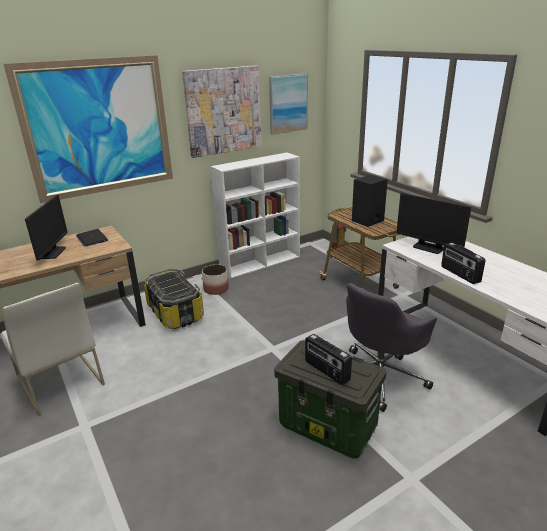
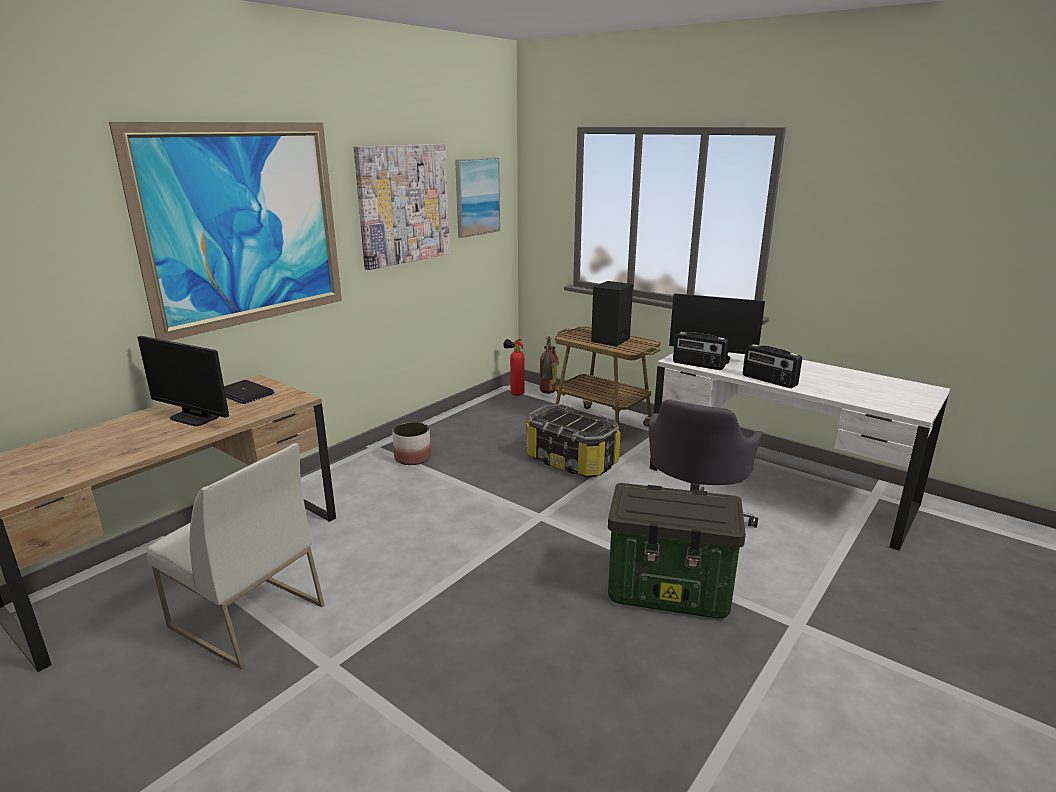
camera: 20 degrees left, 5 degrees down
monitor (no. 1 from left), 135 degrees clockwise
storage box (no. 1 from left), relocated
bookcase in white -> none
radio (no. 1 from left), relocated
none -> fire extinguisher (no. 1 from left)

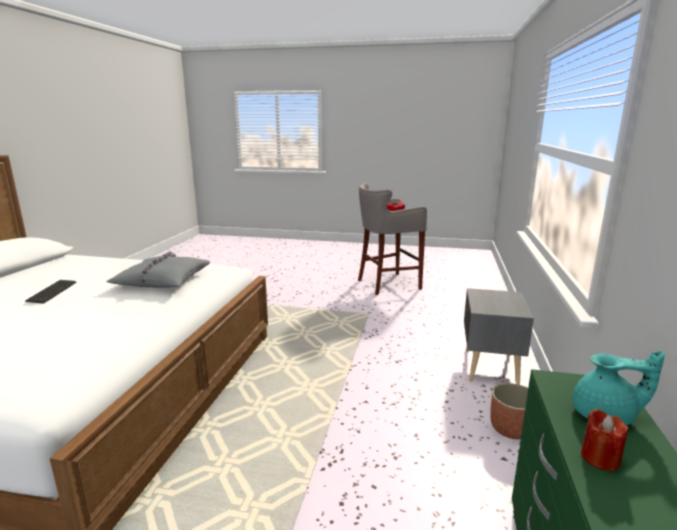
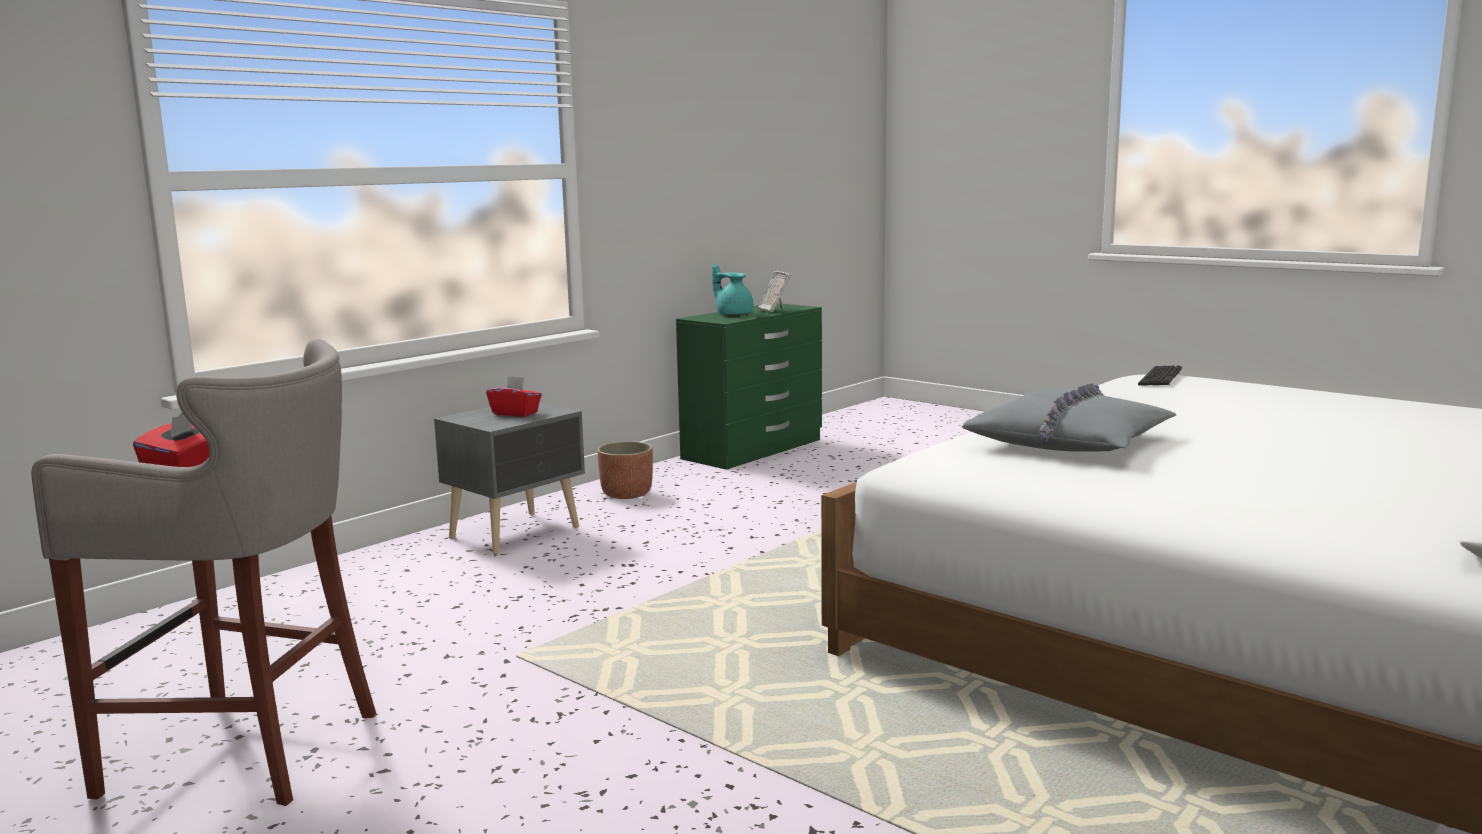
camera: 150 degrees left, 5 degrees down
keyboard, relocated
candle in red -> picture frame
none -> tissue box in red (no. 2 from left)

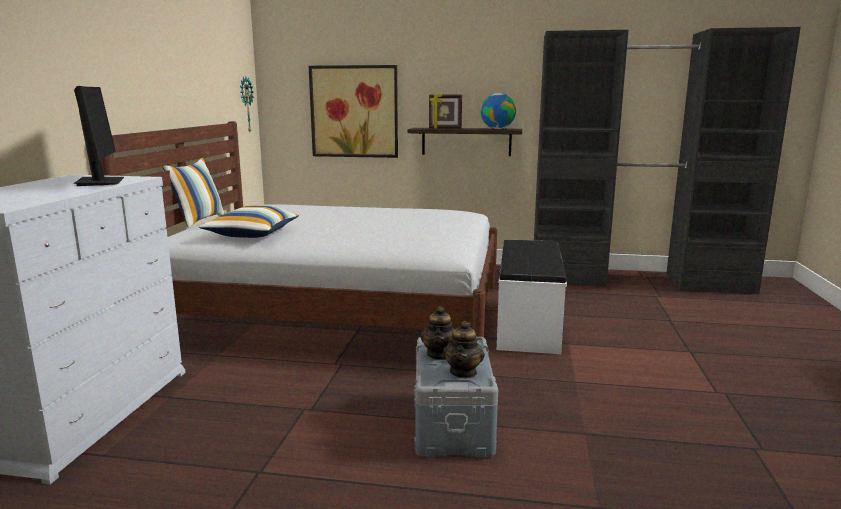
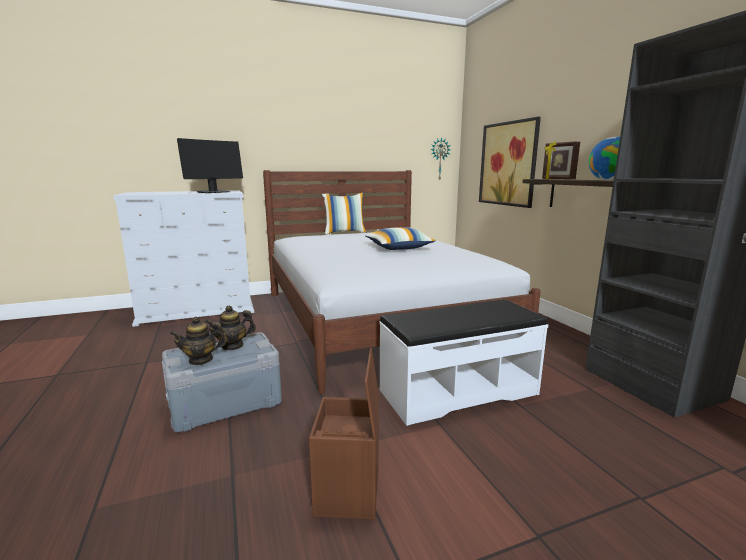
camera: 60 degrees right, 0 degrees up
pillow (no. 2 from left), relocated
none -> storage box in brown

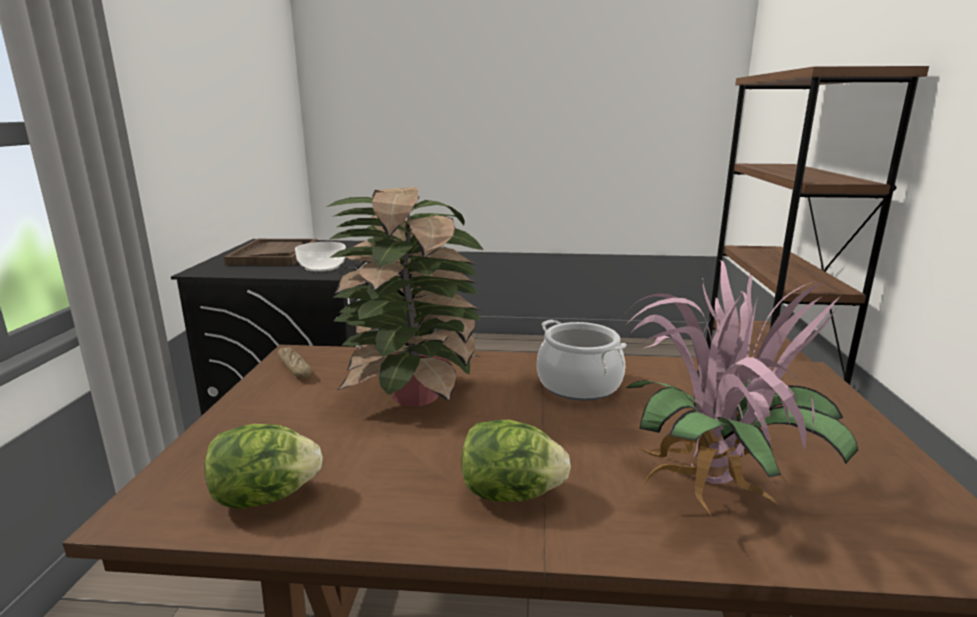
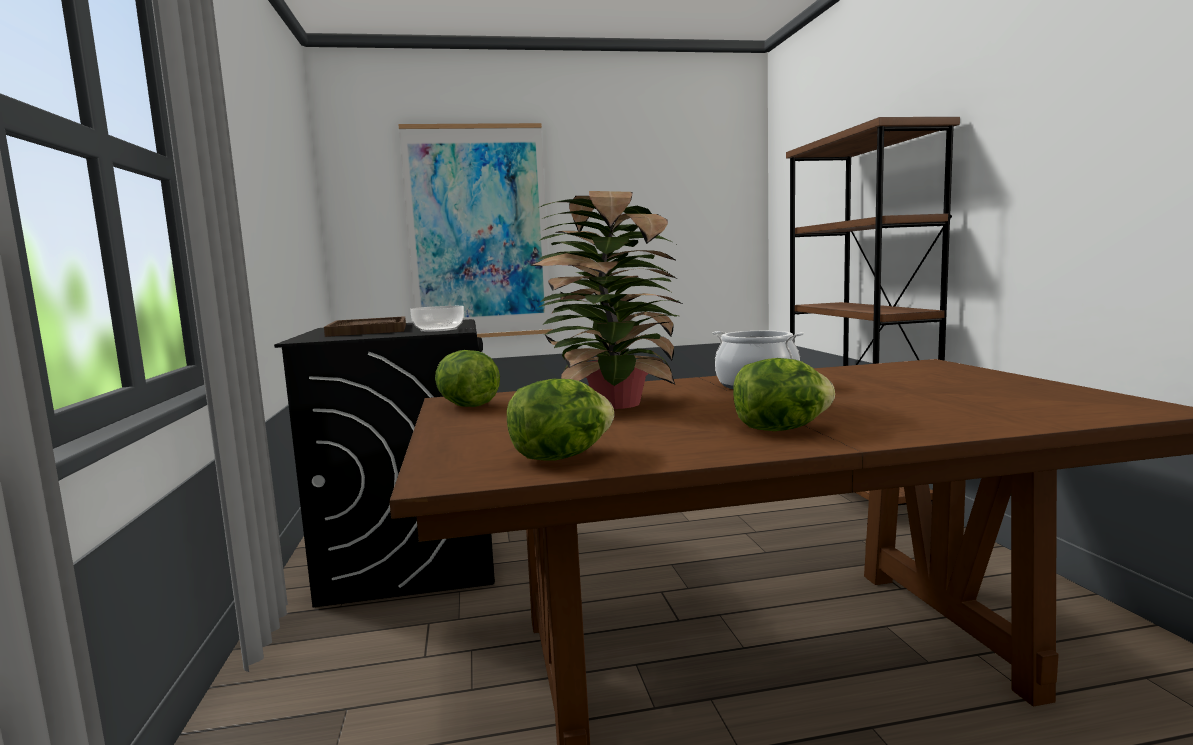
camera: 15 degrees left, 10 degrees down
bread -> lettuce (no. 1 from left)
potted plant (no. 2 from left) -> none
none -> picture

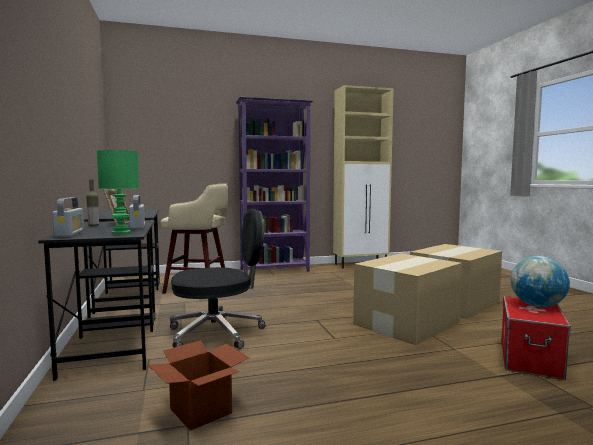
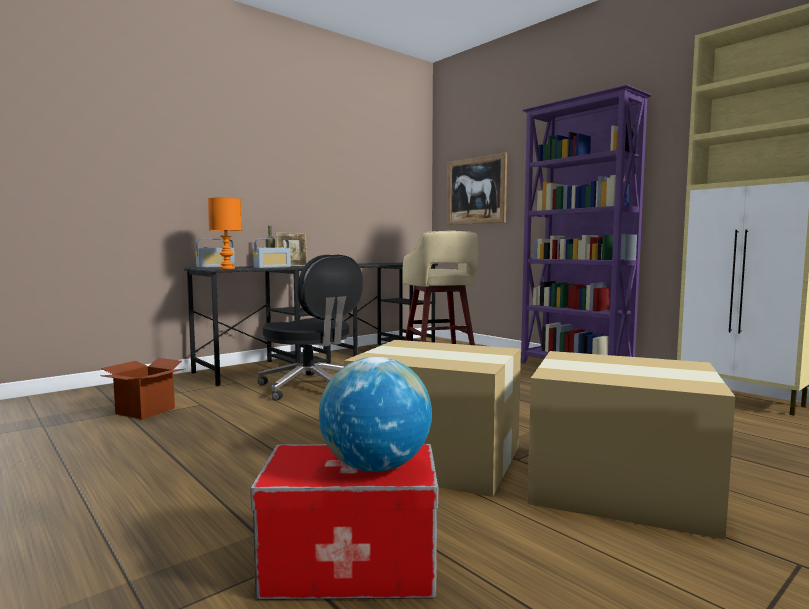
camera: 65 degrees right, 0 degrees up
table lamp in green -> table lamp in orange
none -> picture

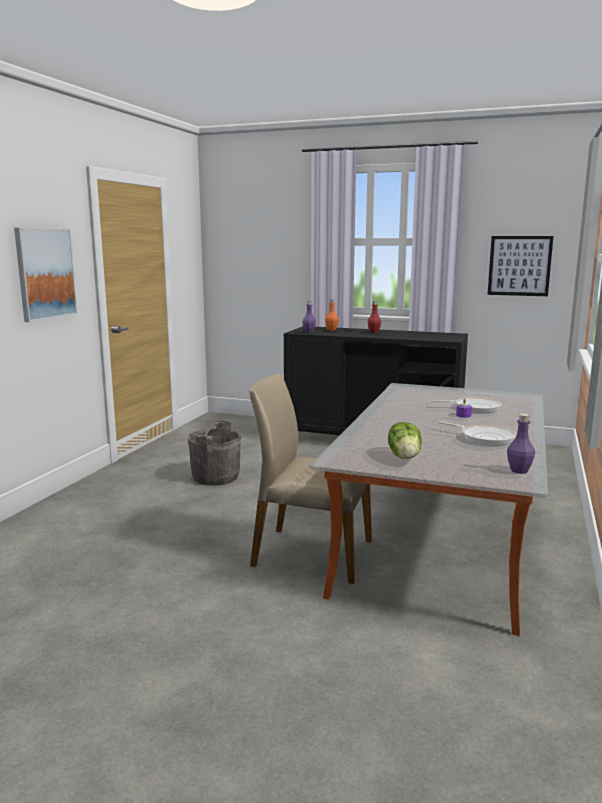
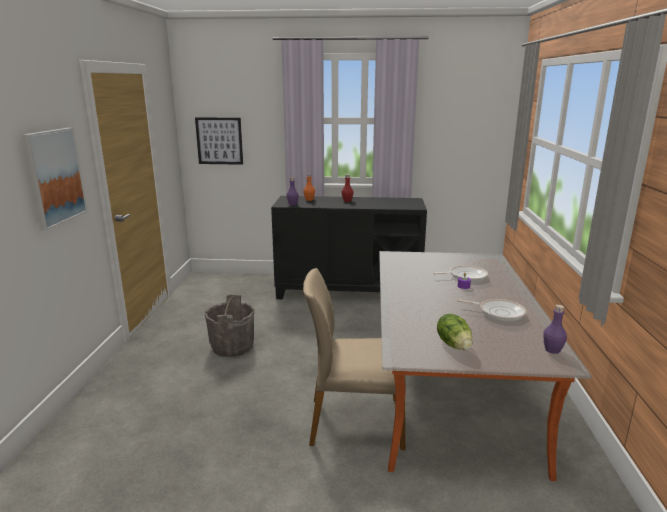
camera: 15 degrees left, 5 degrees up
picture (no. 2 from left), relocated

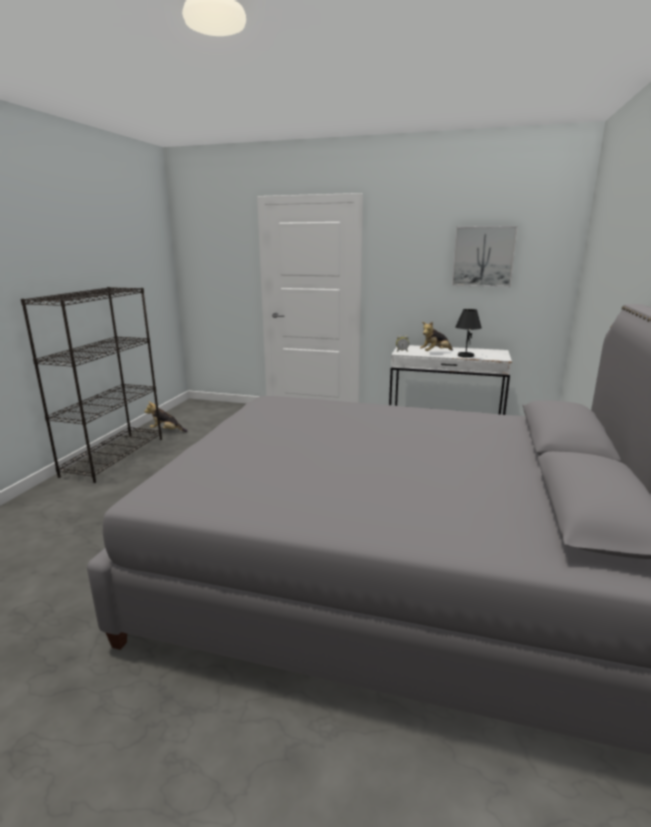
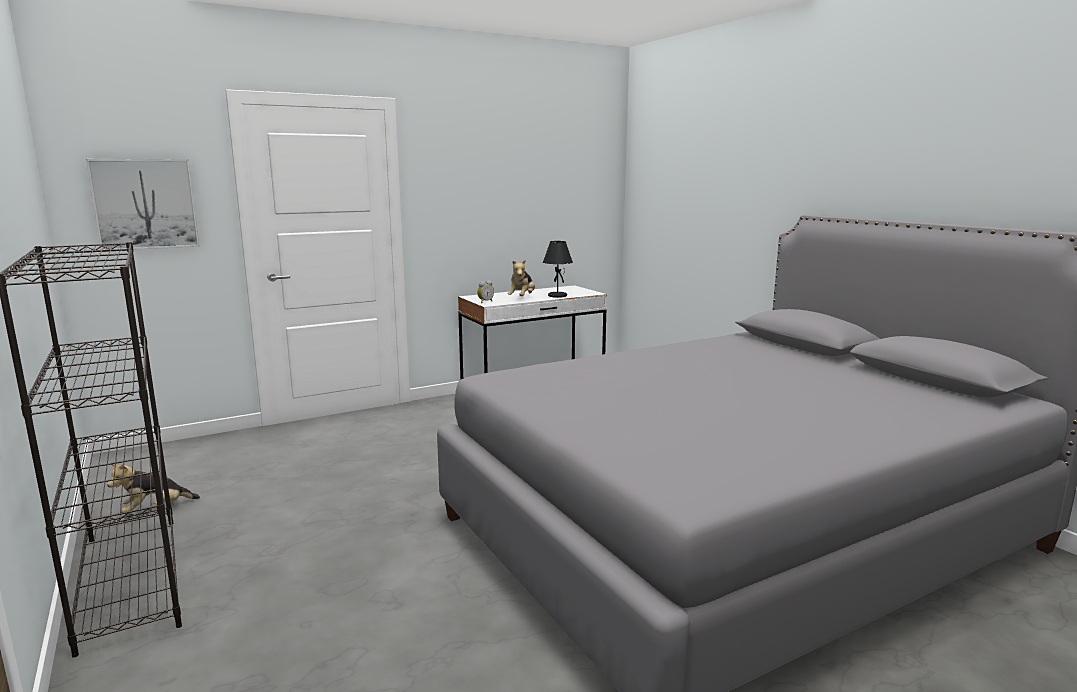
camera: 45 degrees left, 5 degrees down
picture, relocated

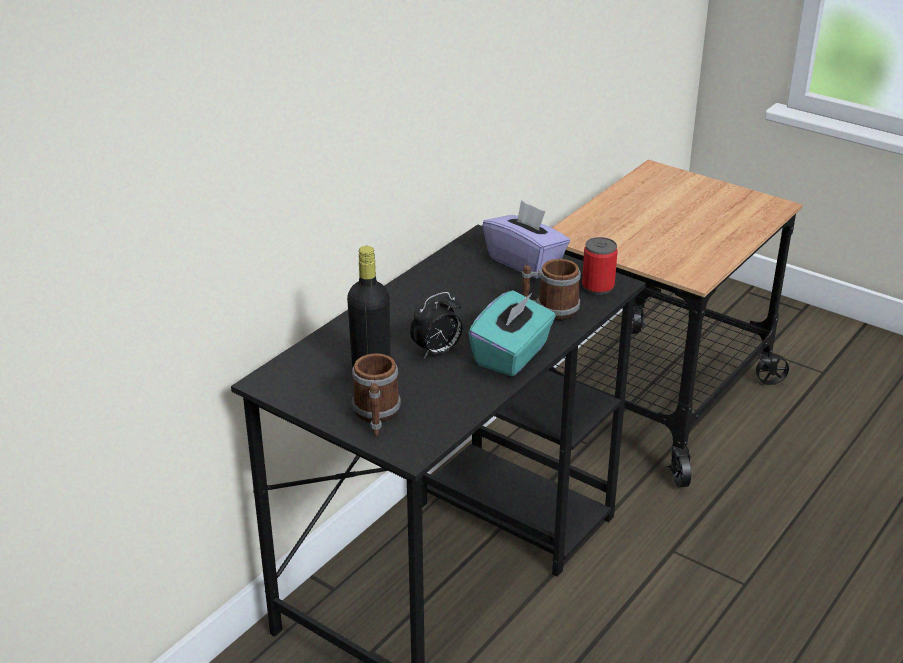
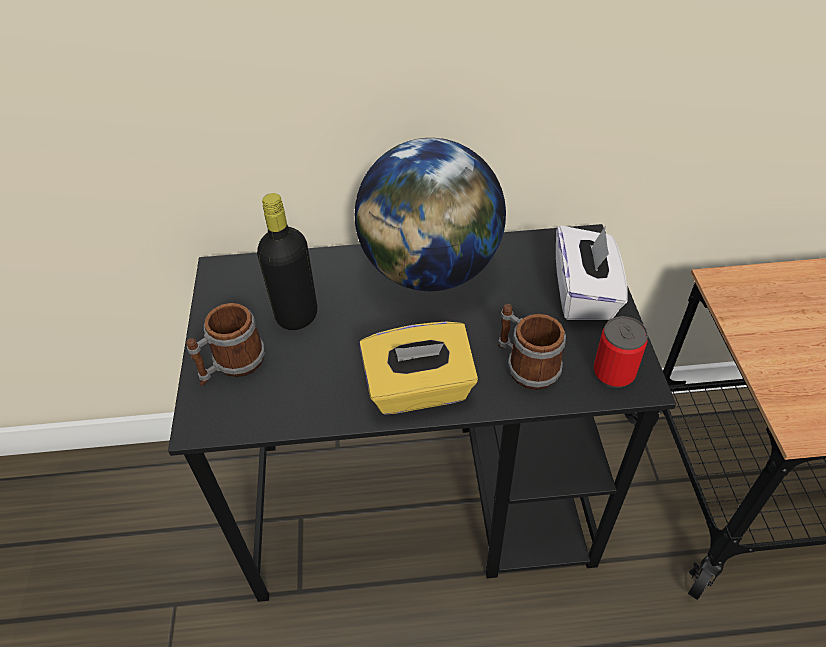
camera: 50 degrees right, 15 degrees up
alarm clock -> none
tissue box in turquoise -> tissue box in yellow
tissue box in purple -> tissue box in white
none -> globe

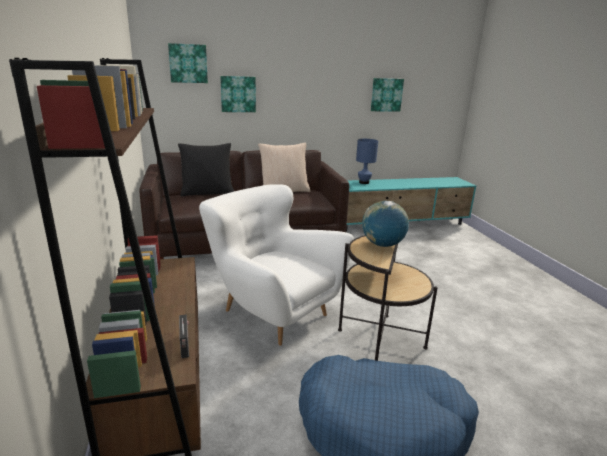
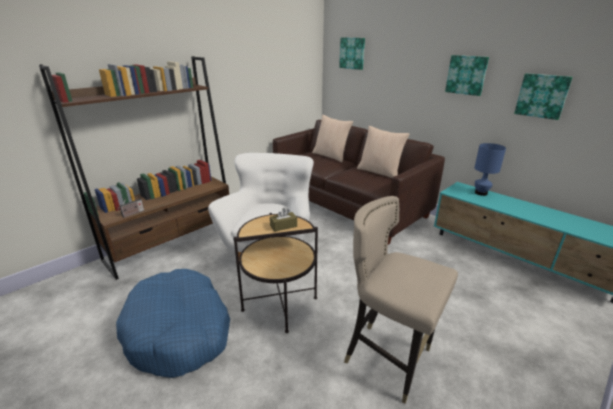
camera: 60 degrees right, 5 degrees up
pillow in black -> pillow in beige (no. 1 from left)
picture (no. 2 from left), relocated
globe -> tissue box in brown
none -> stool in beige

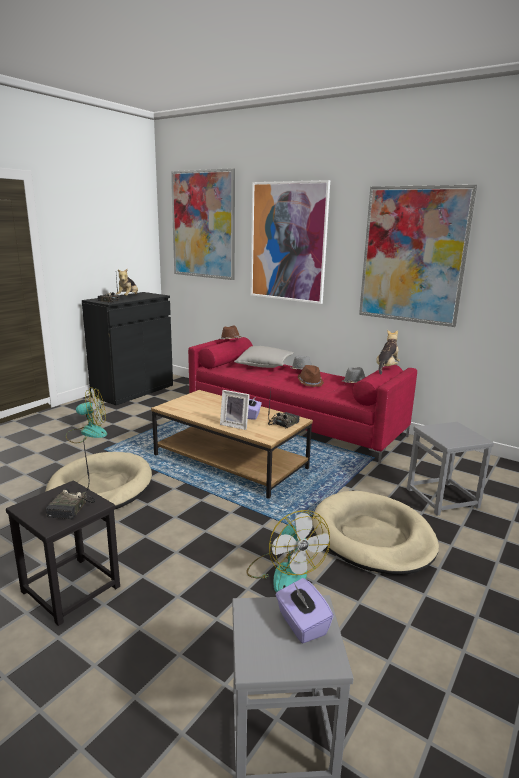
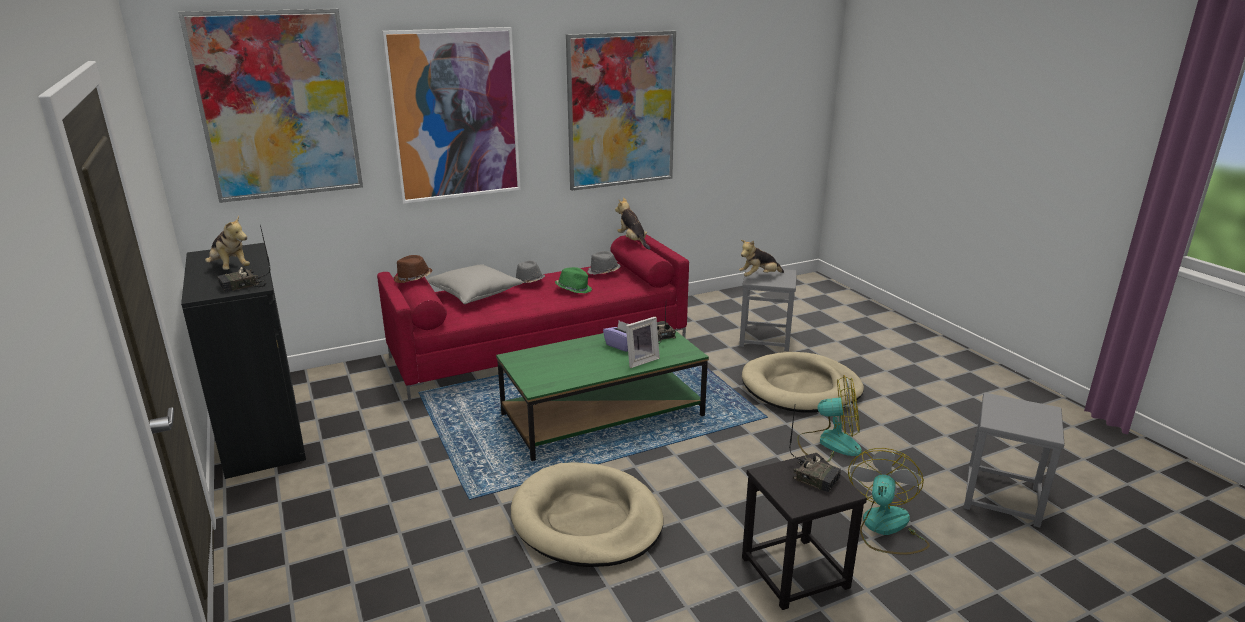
camera: 60 degrees left, 5 degrees up
fan (no. 1 from left in the first image) -> fan (no. 2 from left), relocated
coffee table in brown -> coffee table in green
tissue box in purple (no. 2 from left) -> none
hat in brown (no. 2 from left) -> hat in green
none -> plush toy (no. 3 from left)

